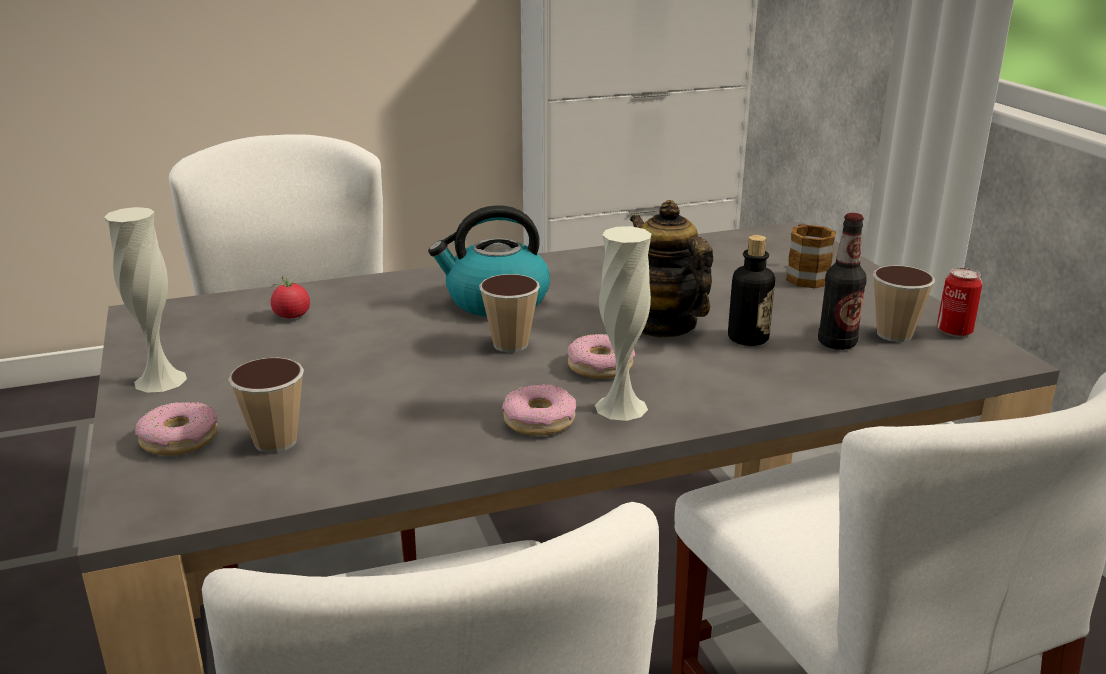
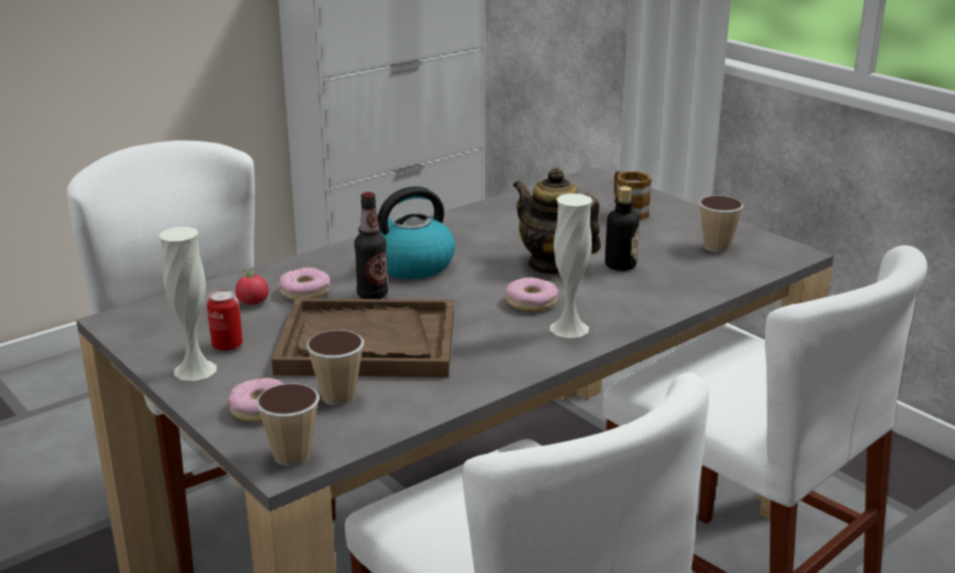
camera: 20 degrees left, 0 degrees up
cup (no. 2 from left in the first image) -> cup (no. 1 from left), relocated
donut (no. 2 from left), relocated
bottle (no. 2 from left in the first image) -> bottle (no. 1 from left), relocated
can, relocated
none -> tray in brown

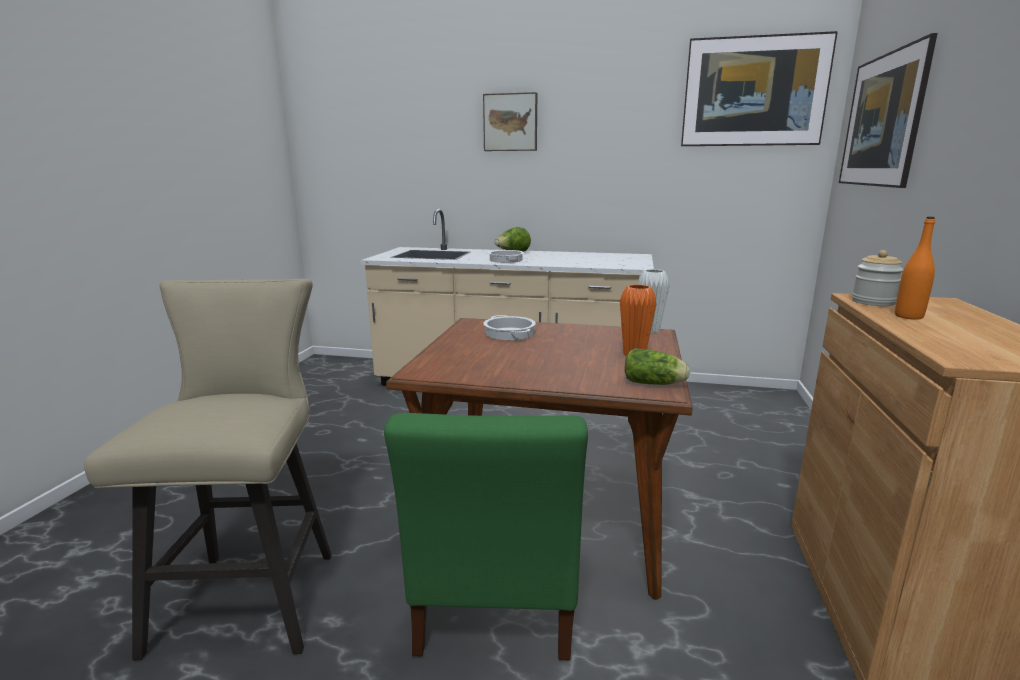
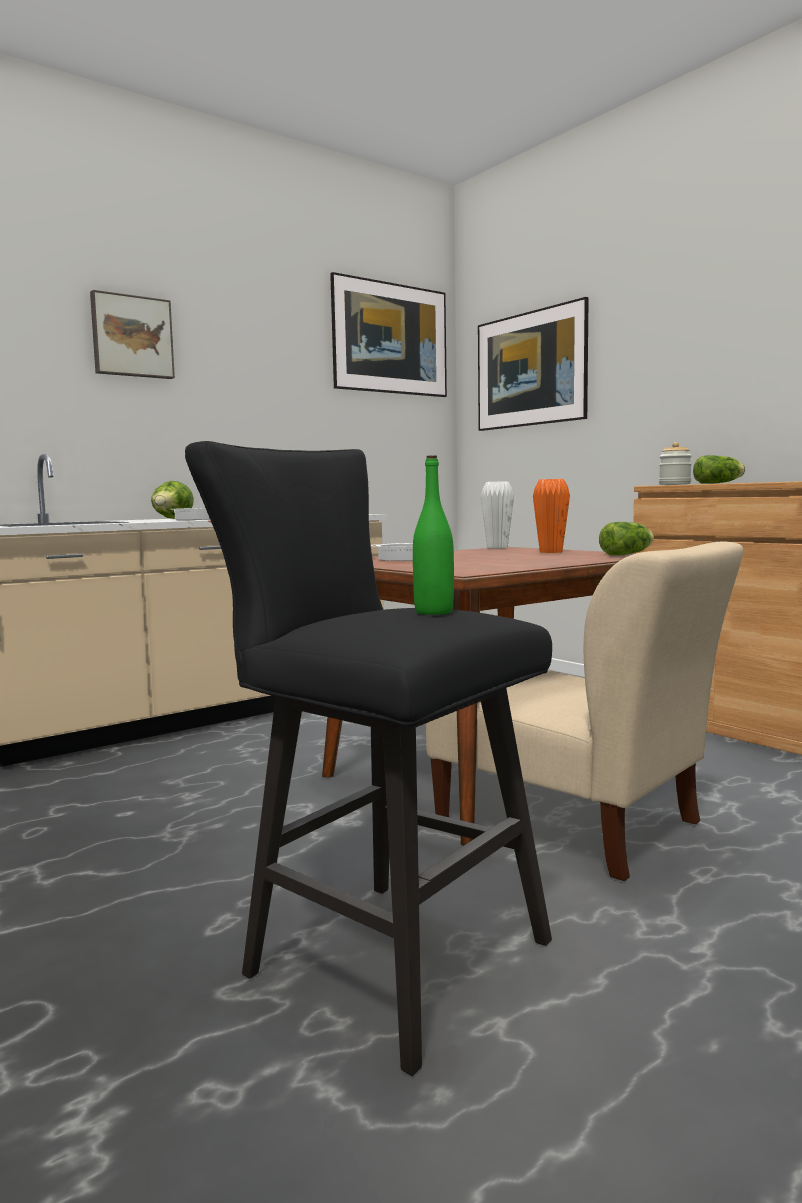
camera: 50 degrees left, 10 degrees down
stool in beige -> stool in black
chair in green -> chair in beige
bottle in orange -> lettuce (no. 3 from left)
none -> bottle in green

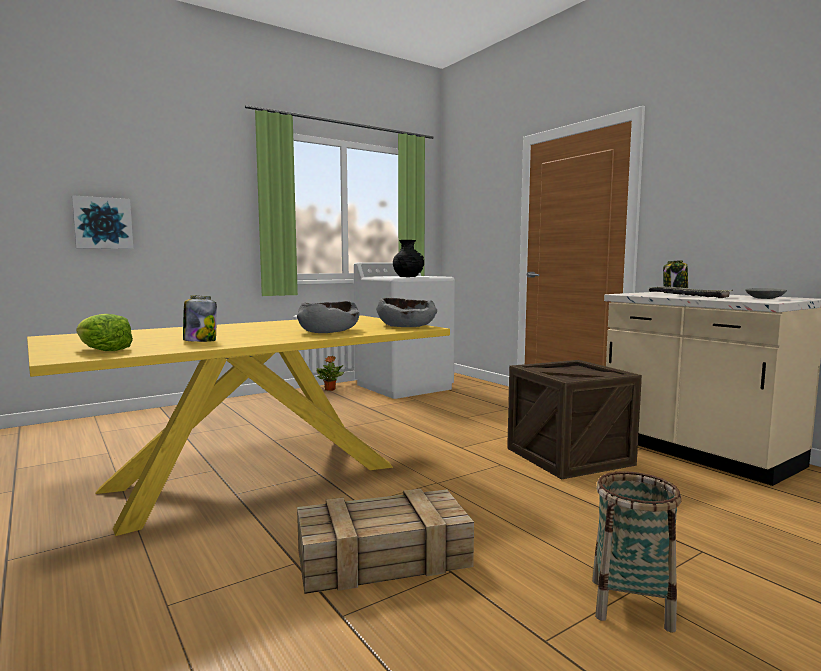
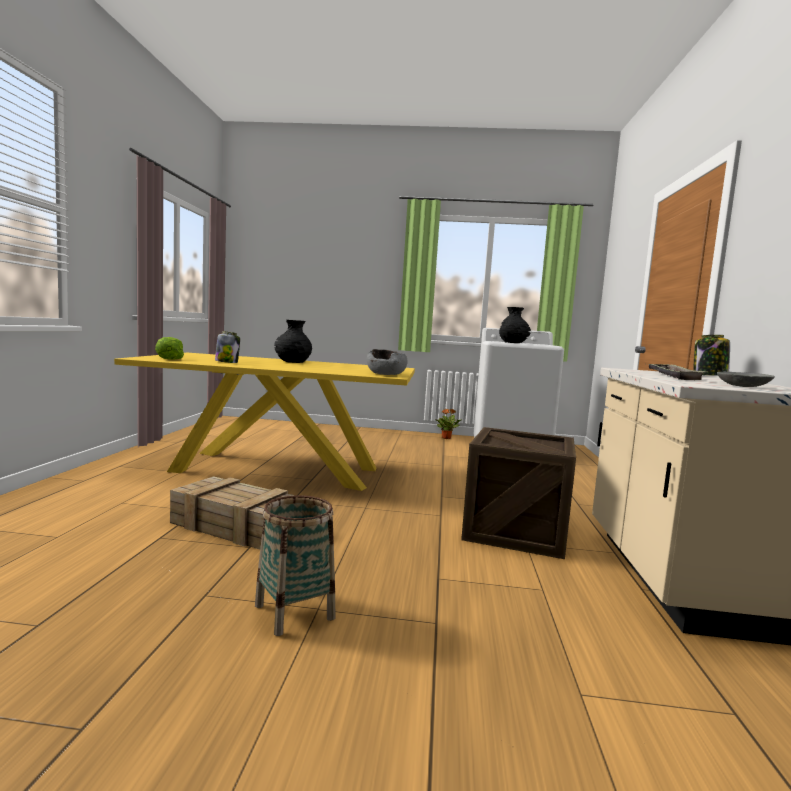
camera: 40 degrees right, 0 degrees up
picture -> none
bowl in grey (no. 1 from left) -> none
none -> vase in black (no. 1 from left)

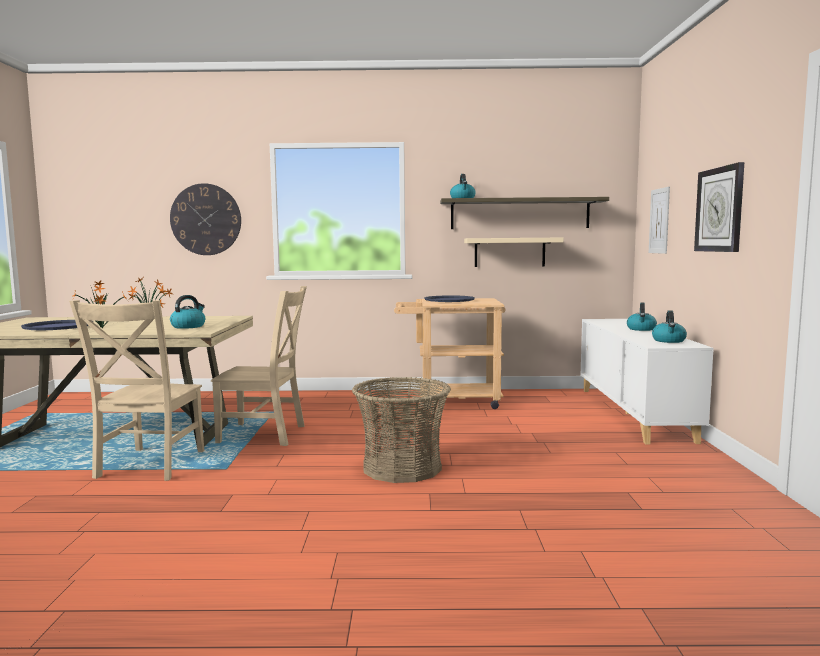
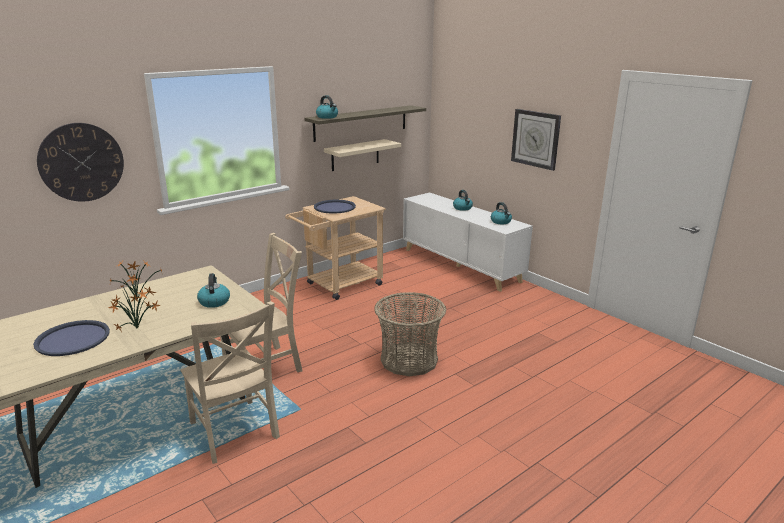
camera: 40 degrees left, 15 degrees up
picture -> none

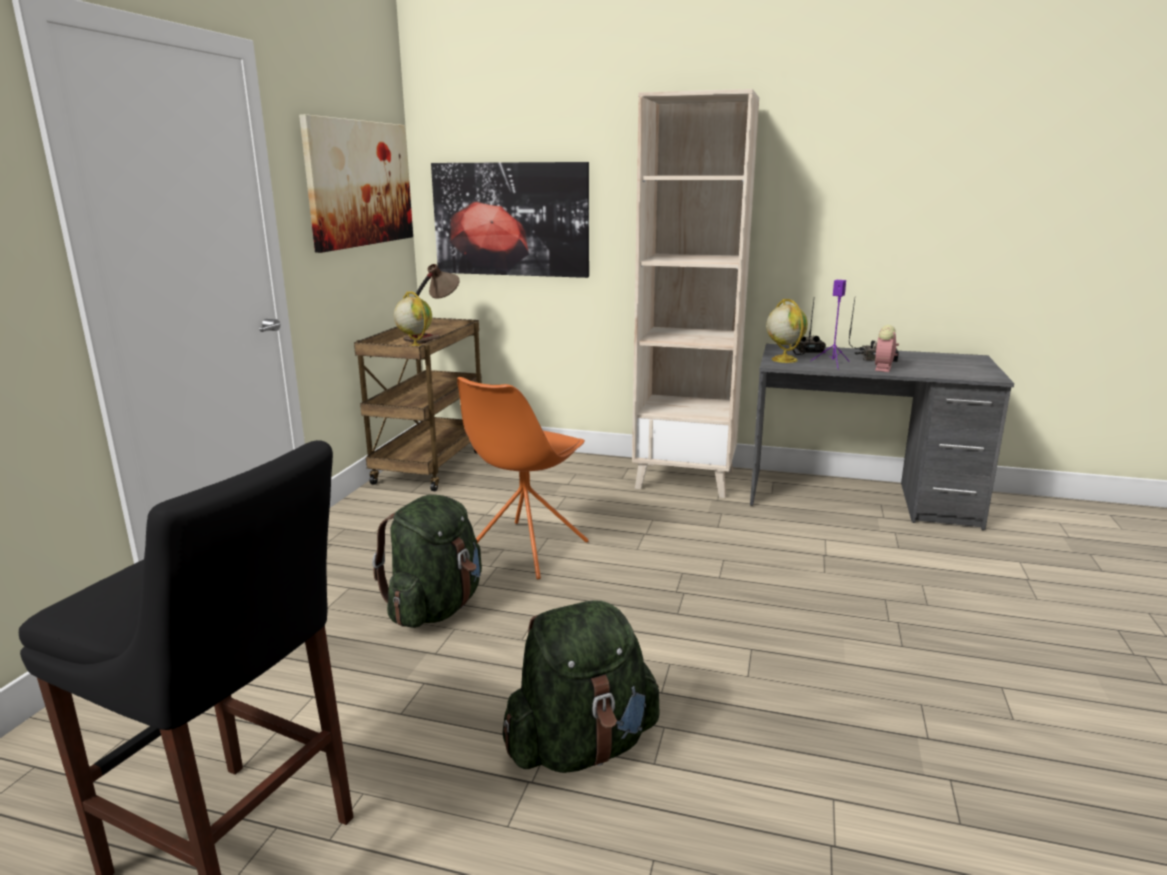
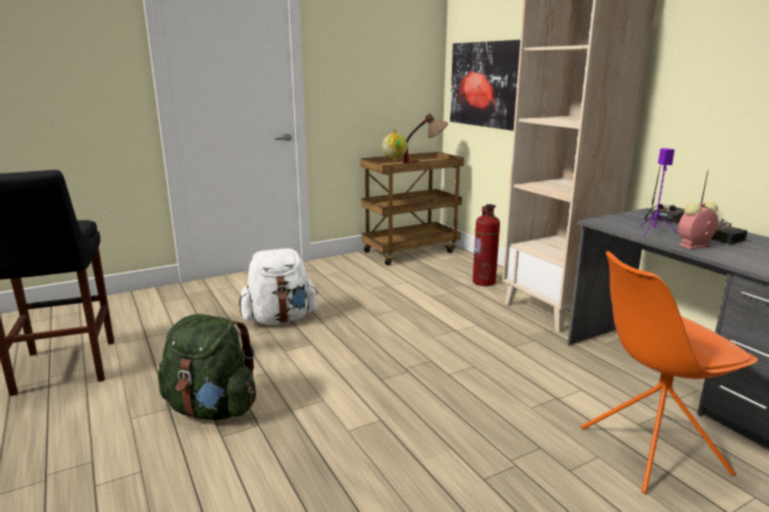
camera: 45 degrees right, 0 degrees up
picture (no. 1 from left) -> none
backpack in green (no. 1 from left) -> backpack in white
chair in orange, relocated
globe (no. 2 from left) -> none
none -> fire extinguisher

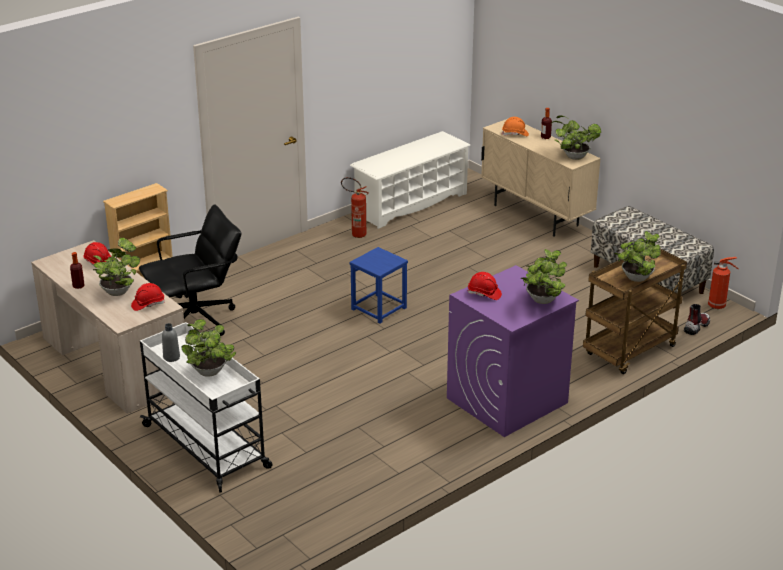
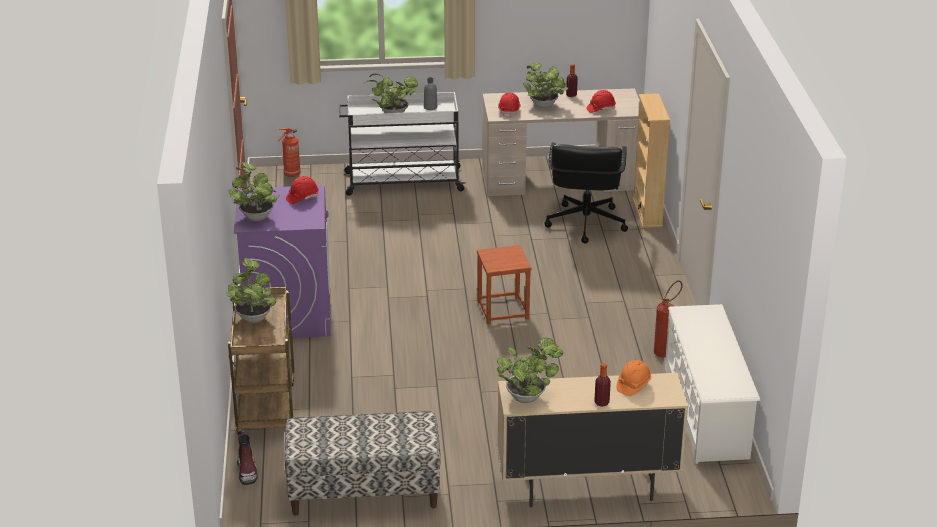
camera: 125 degrees right, 0 degrees up
stool in blue -> stool in brown
fire extinguisher (no. 2 from left in the first image) -> fire extinguisher (no. 1 from left), relocated

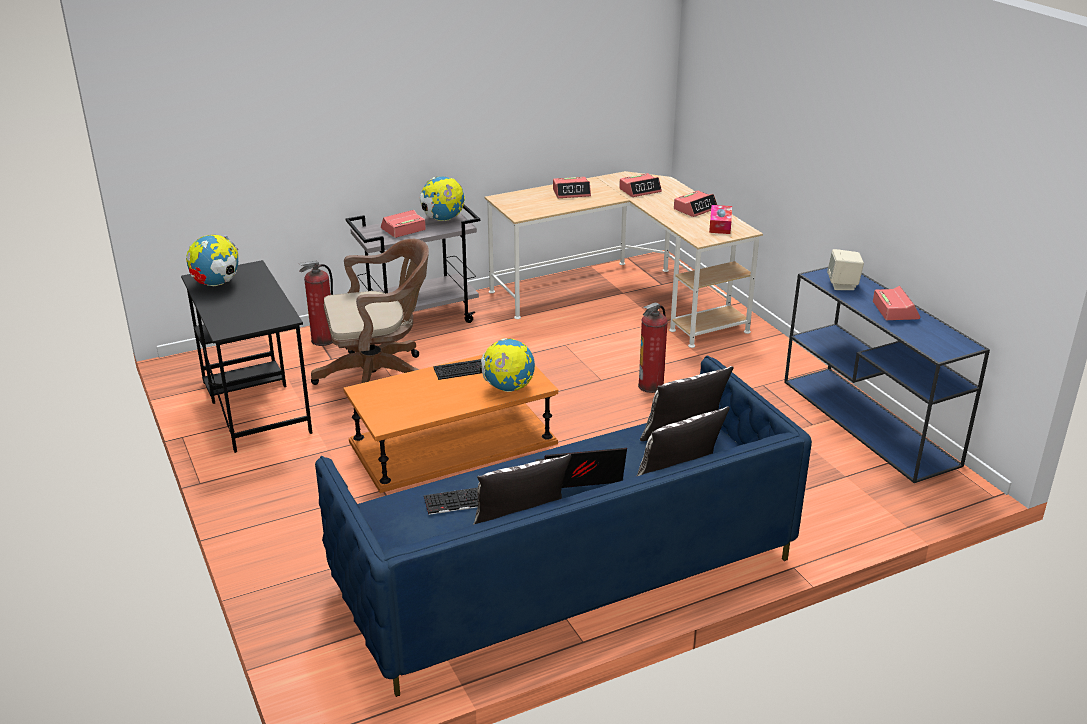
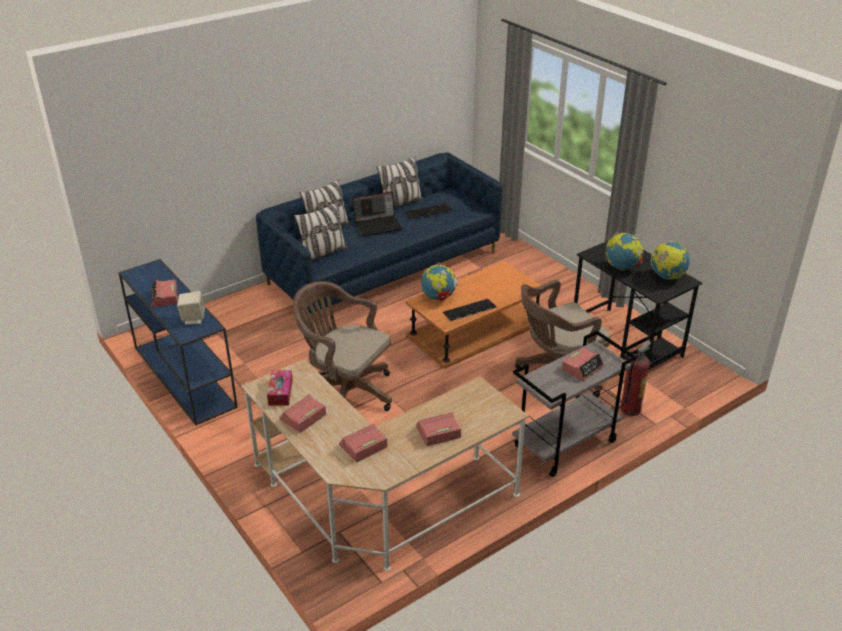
camera: 170 degrees right, 5 degrees up
globe (no. 2 from left), relocated
fire extinguisher (no. 2 from left) -> office chair in brown (no. 1 from left)

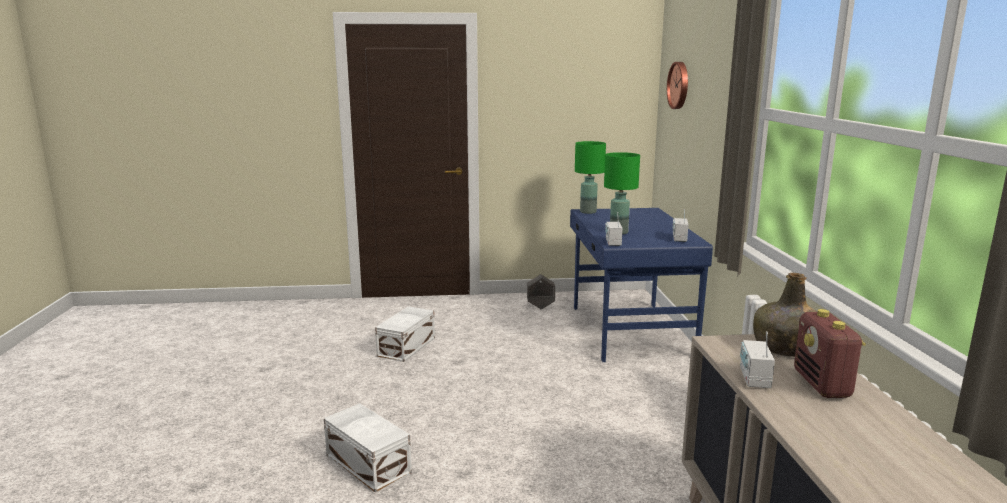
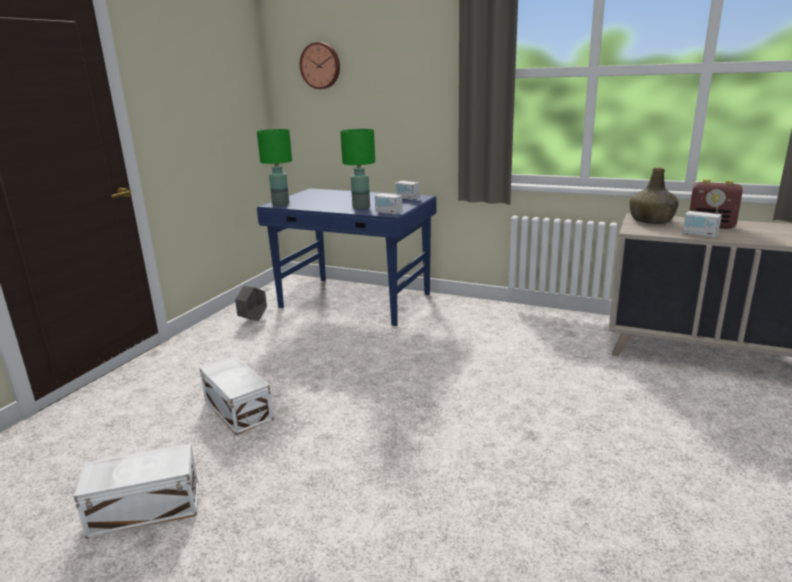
camera: 60 degrees left, 5 degrees up
storage box in white (no. 1 from left), relocated

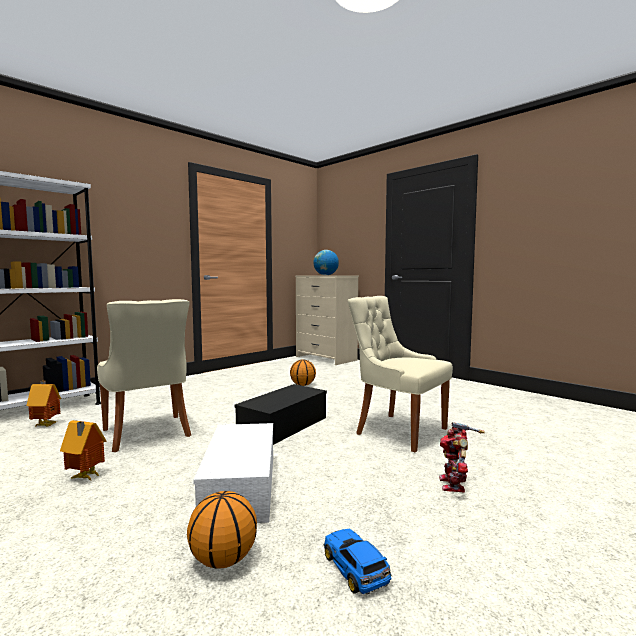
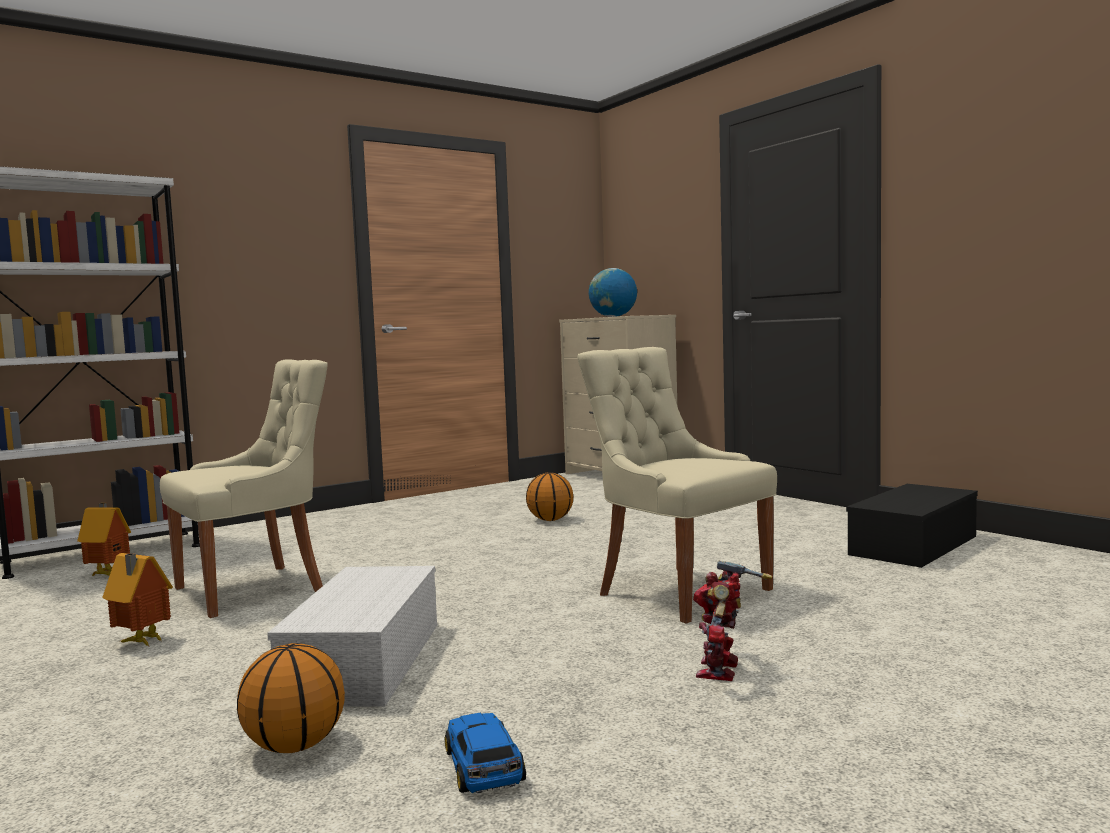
camera: 10 degrees right, 0 degrees up
chair in beige (no. 1 from left), 105 degrees counterclockwise
storage box in black, relocated

